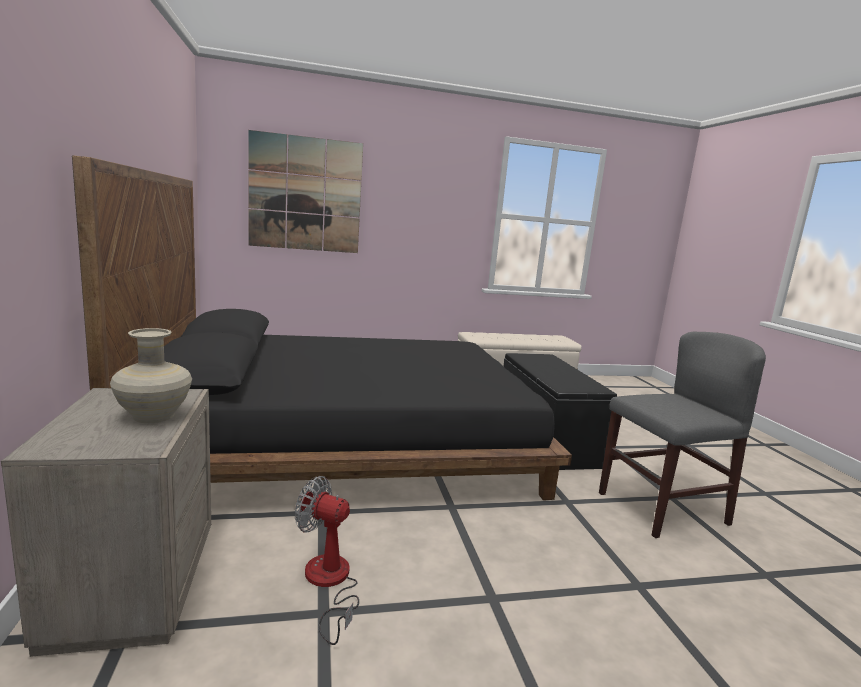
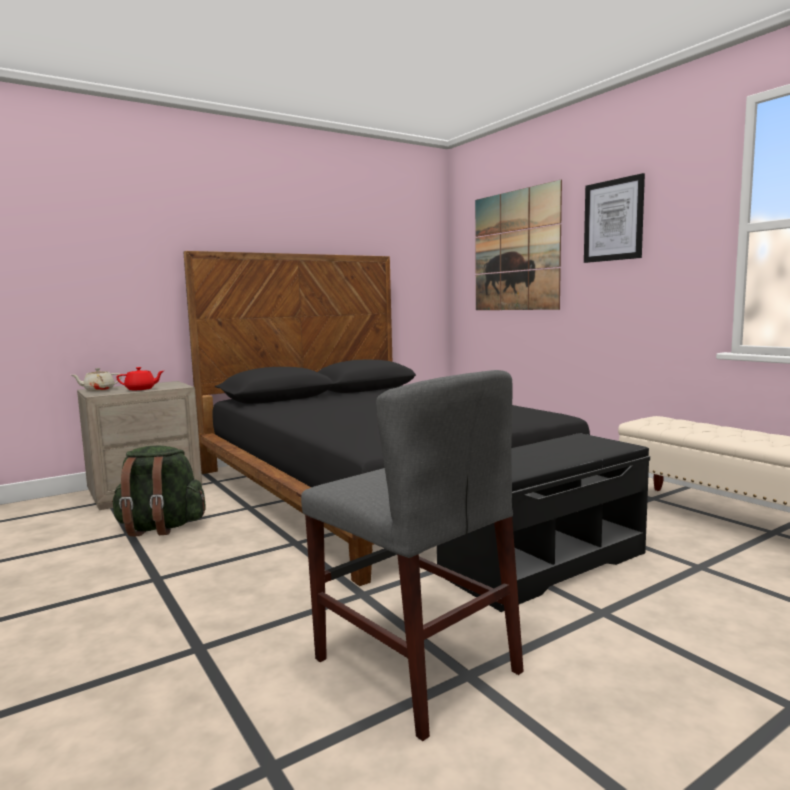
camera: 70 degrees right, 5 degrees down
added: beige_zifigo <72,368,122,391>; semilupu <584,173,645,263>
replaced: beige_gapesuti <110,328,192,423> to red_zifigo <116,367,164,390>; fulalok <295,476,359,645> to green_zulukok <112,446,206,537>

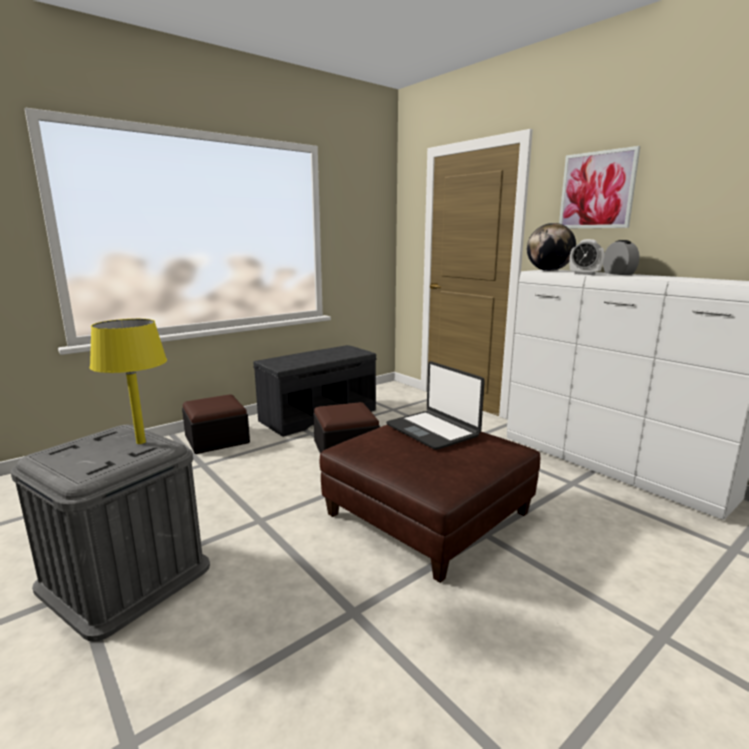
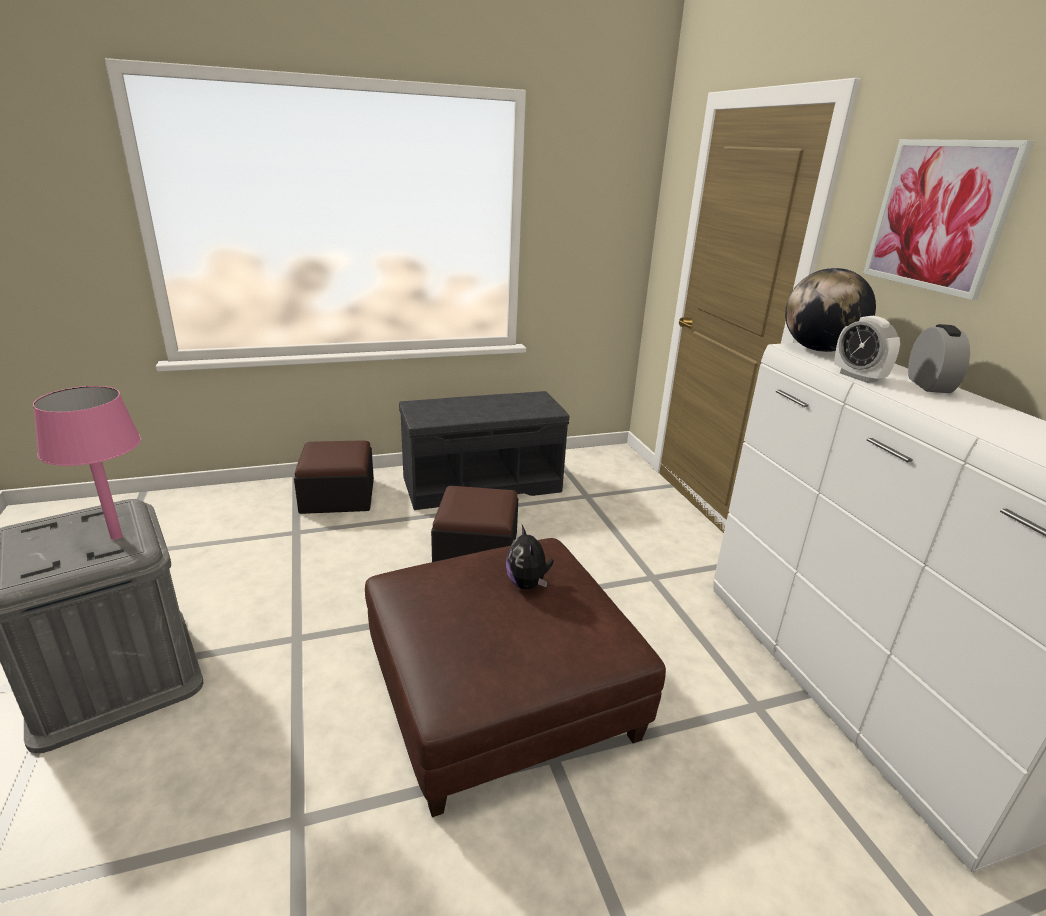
camera: 20 degrees right, 10 degrees up
replaced: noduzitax <386,361,485,450> to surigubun <506,525,554,589>
recoloured: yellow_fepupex <90,319,167,444> to pink_fepupex <33,386,141,540>

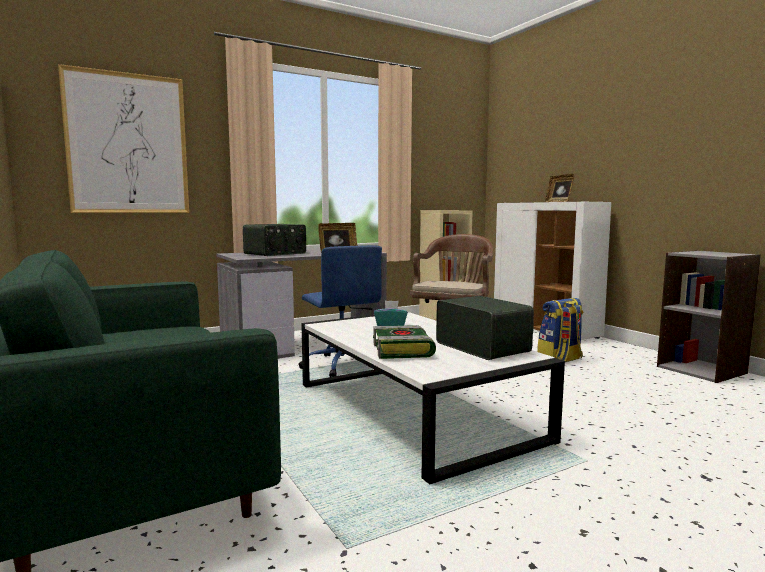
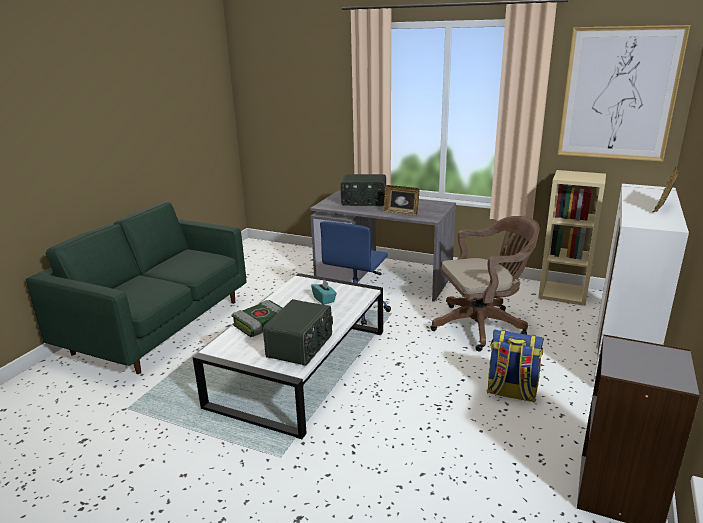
camera: 55 degrees right, 15 degrees up
moved: semilupu <58,64,189,213> to <558,25,690,162>

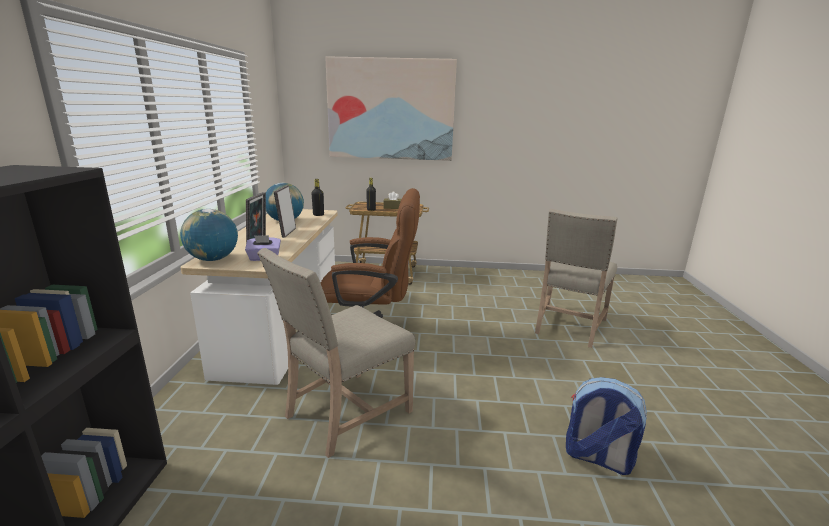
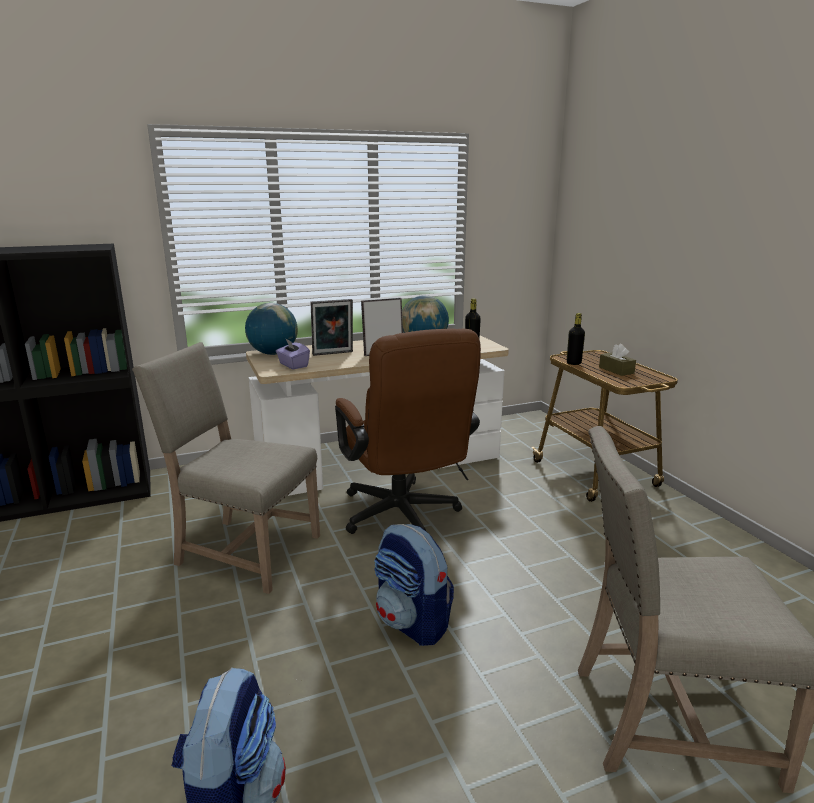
camera: 65 degrees right, 0 degrees up
removed: semilupu <325,56,457,161>
added: zulukok <374,524,454,646>

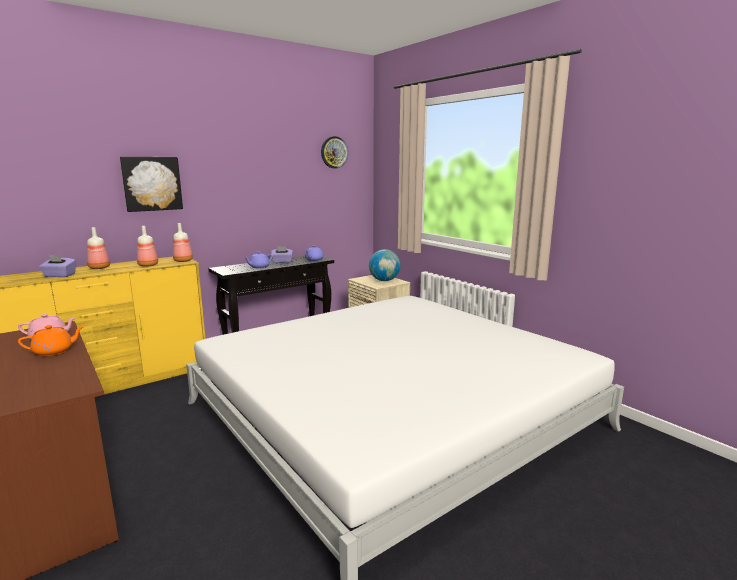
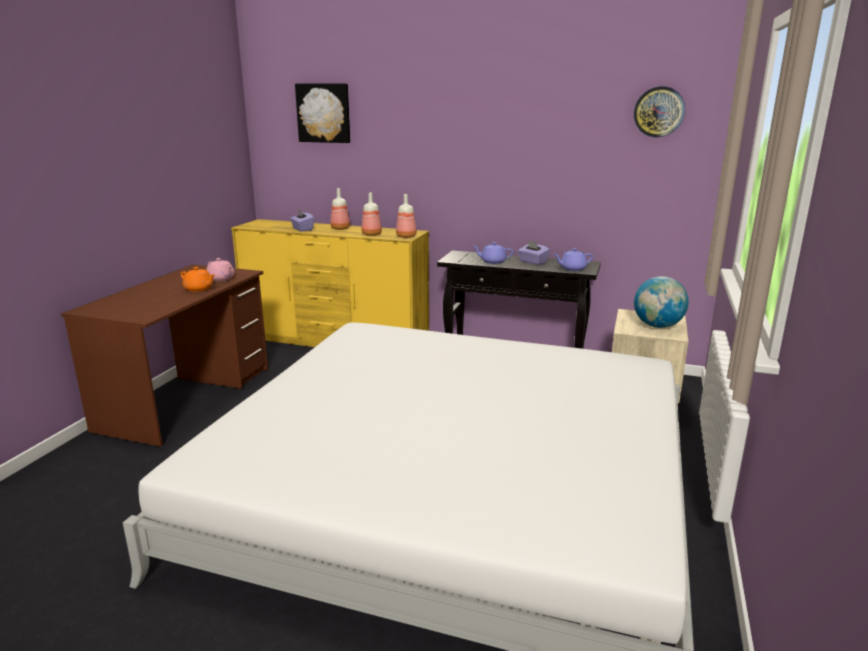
camera: 55 degrees right, 5 degrees up
moved: semilupu <120,157,183,212> to <295,83,350,143>

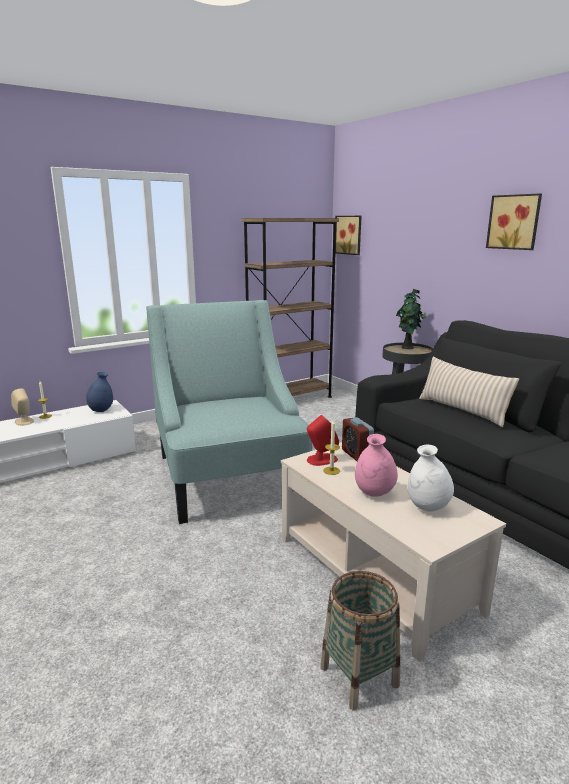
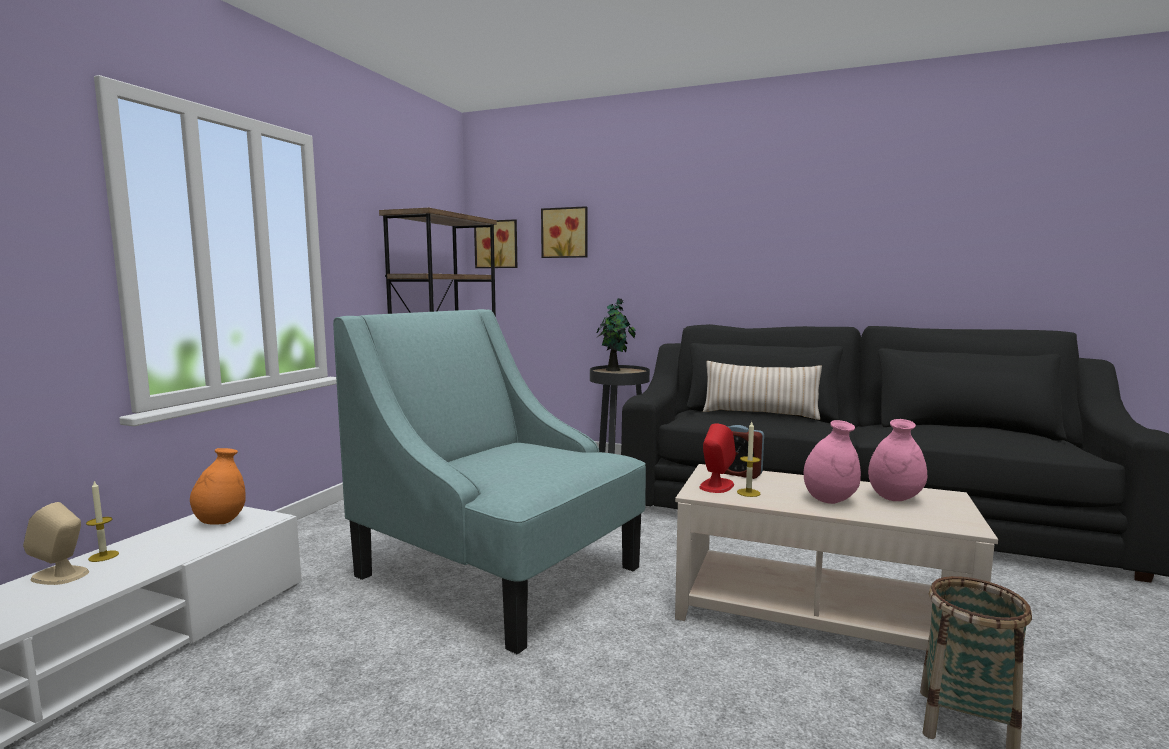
camera: 35 degrees left, 10 degrees down
moved: semilupu <486,193,542,250> to <541,206,587,258>
recoloured: blue_gapesuti <86,372,113,412> to orange_gapesuti <190,448,246,525>; white_gapesuti <408,445,454,512> to pink_gapesuti <868,419,927,501>

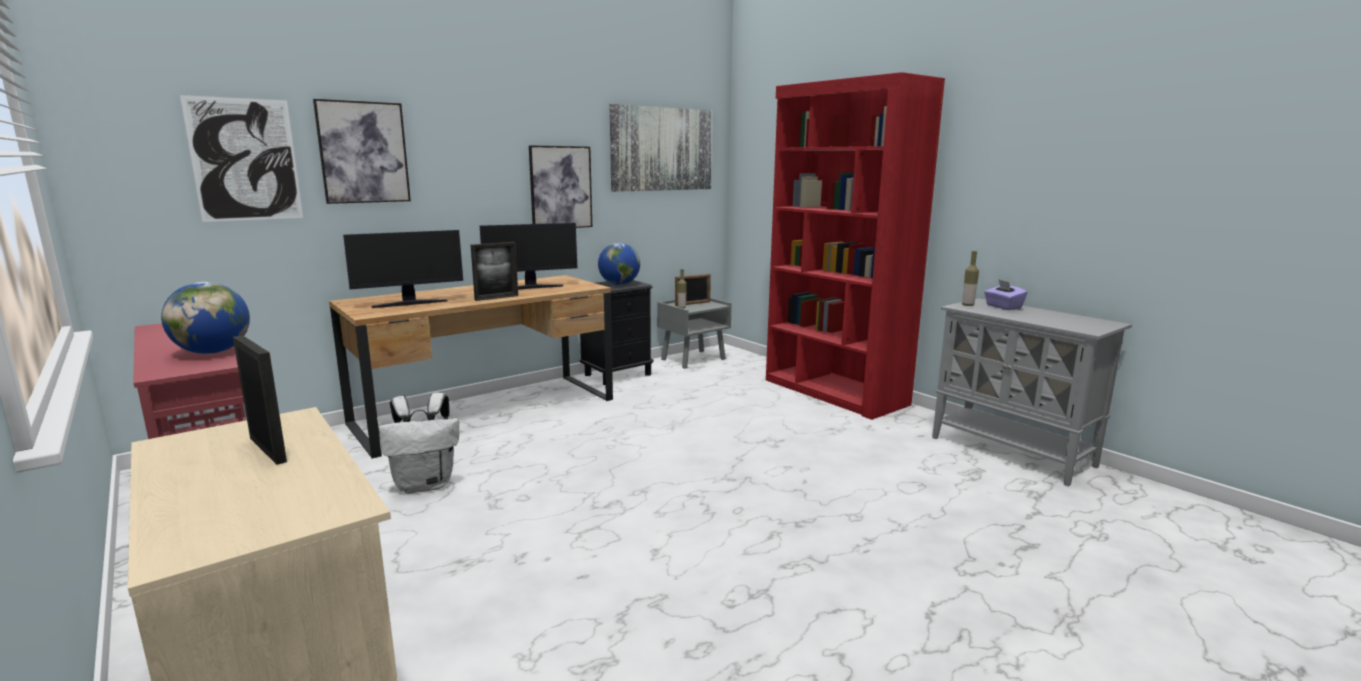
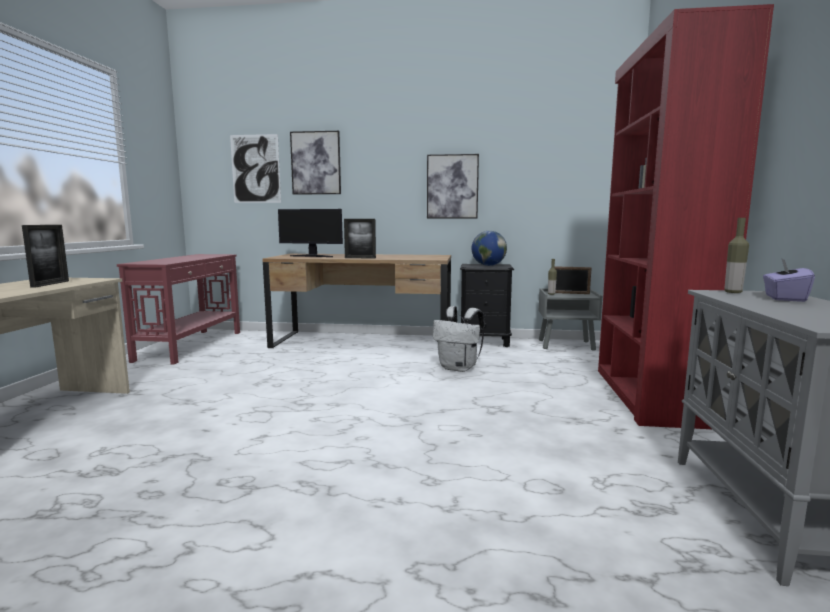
camera: 45 degrees right, 5 degrees down
removed: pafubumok <161,282,250,354>; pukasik <480,223,577,289>; semilupu <610,104,713,192>
moved: white_zulukok <379,393,459,494> to <433,306,484,372>

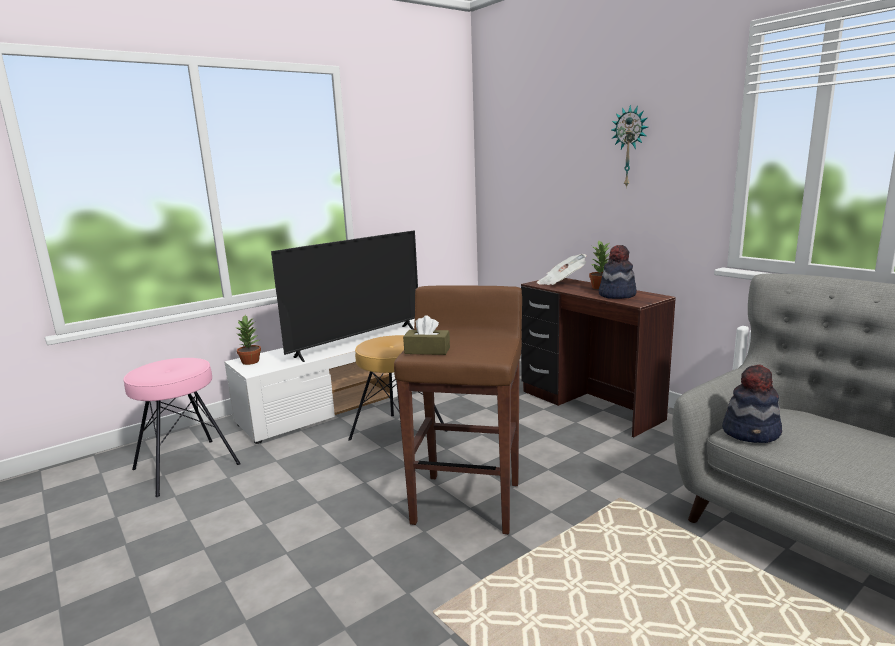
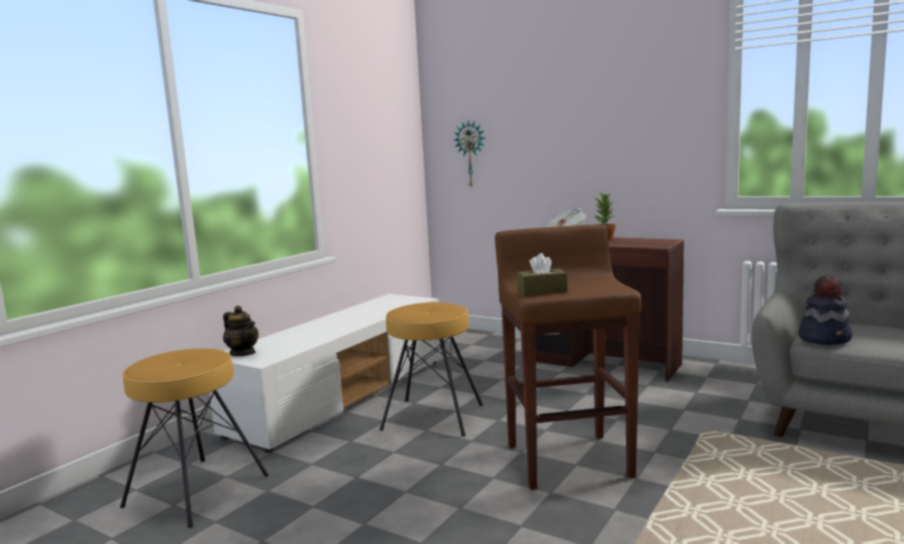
camera: 20 degrees left, 5 degrees down
removed: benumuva <271,231,418,362>; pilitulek <599,245,637,299>
moved: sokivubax <612,105,648,188> to <454,119,485,188>
replaced: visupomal <234,315,261,365> to zifigo <223,306,259,356>
recoloured: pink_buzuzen <123,358,241,497> to brown_buzuzen <120,348,269,528>

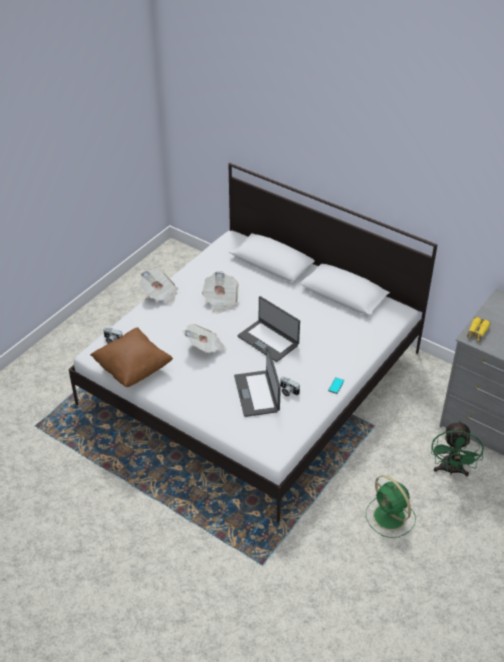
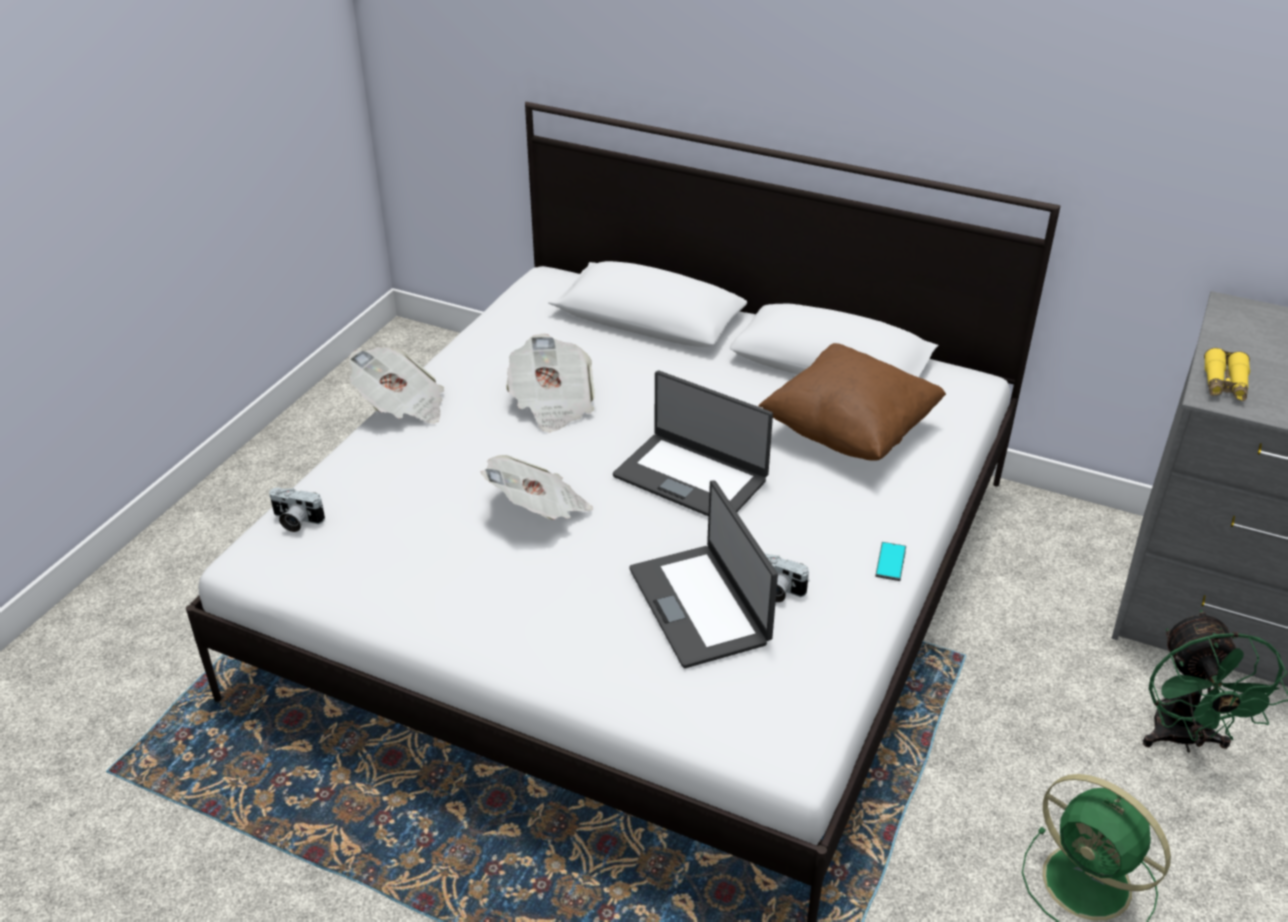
camera: 10 degrees left, 5 degrees down
moved: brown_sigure <90,327,173,387> to <758,343,946,461>

